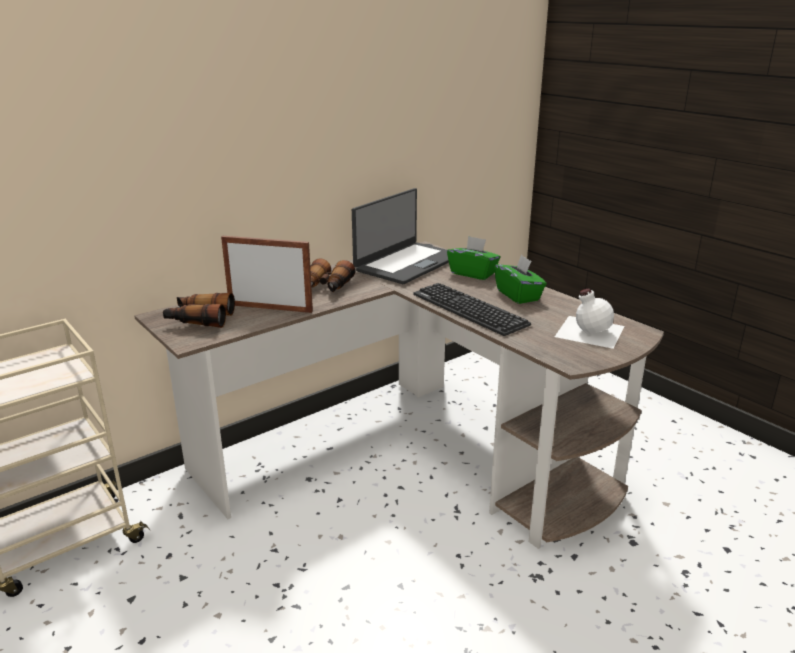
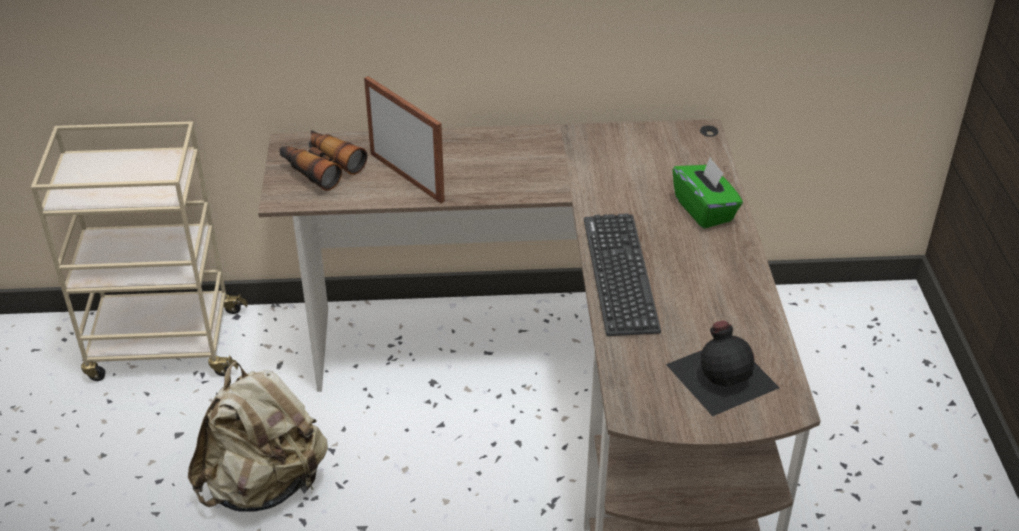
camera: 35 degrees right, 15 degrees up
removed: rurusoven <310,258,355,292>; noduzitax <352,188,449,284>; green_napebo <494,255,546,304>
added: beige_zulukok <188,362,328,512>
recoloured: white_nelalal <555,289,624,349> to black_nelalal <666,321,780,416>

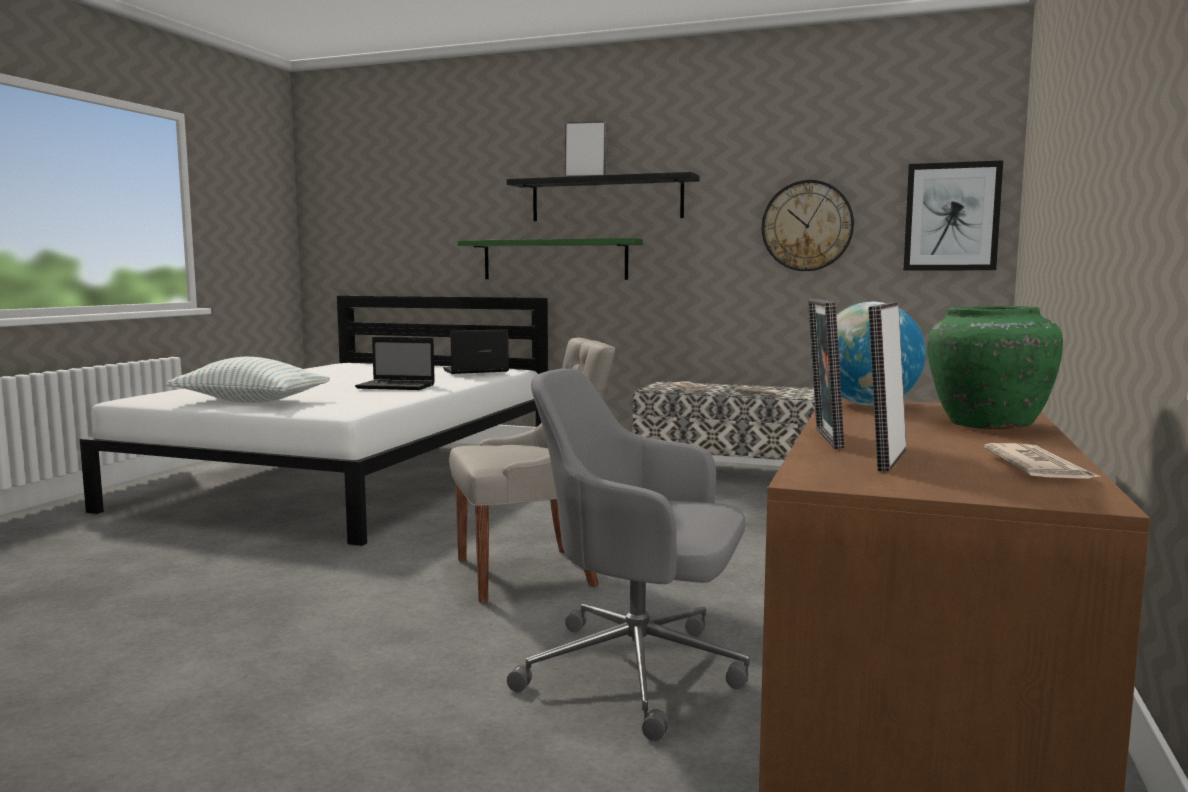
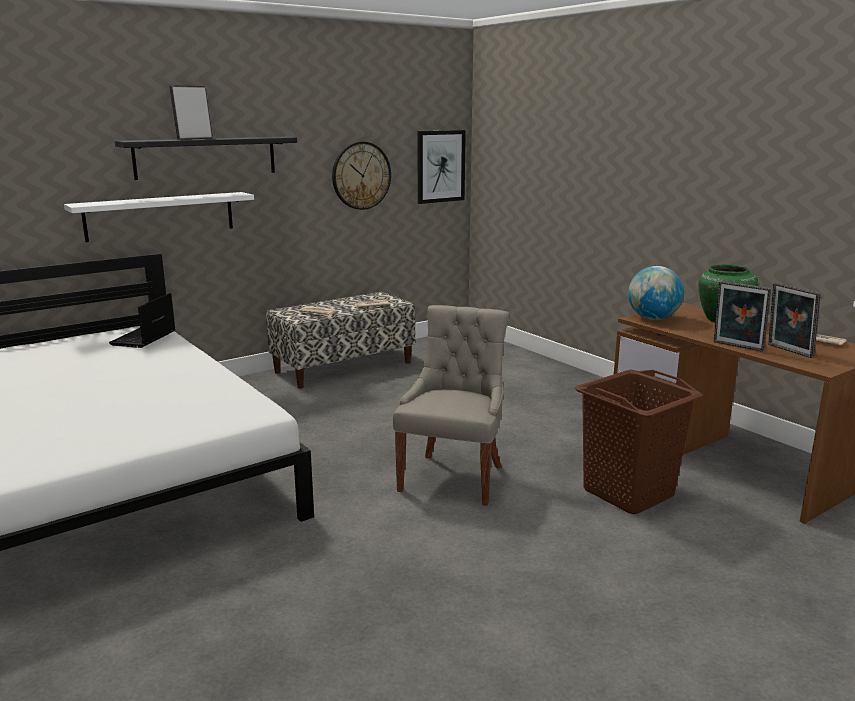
camera: 55 degrees left, 10 degrees up
removed: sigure <166,357,330,403>; noduzitax <355,337,435,390>
replaced: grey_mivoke <507,369,750,741> to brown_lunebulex <575,369,703,514>
recoloured: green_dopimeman <458,238,643,280> to white_dopimeman <64,192,254,242>

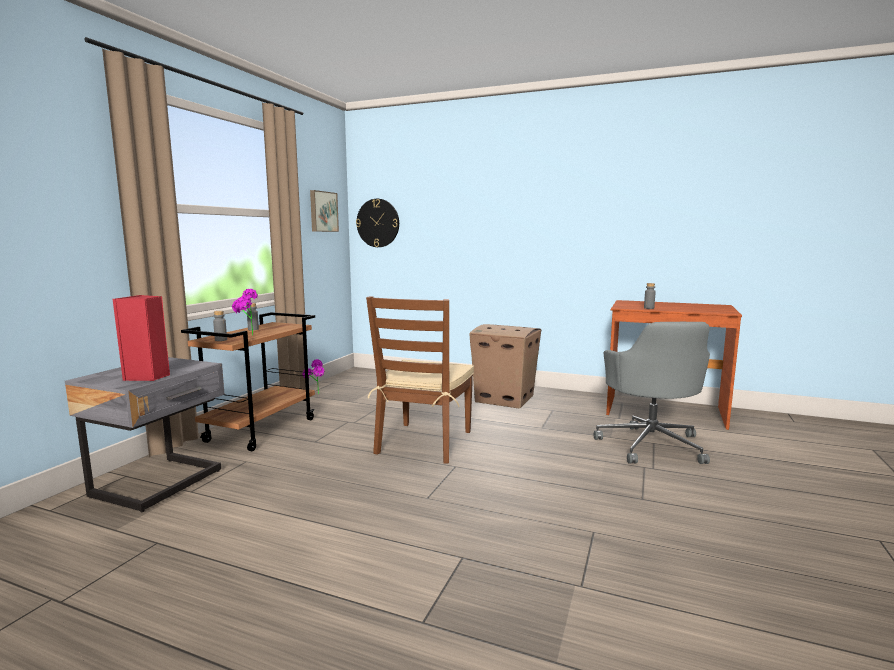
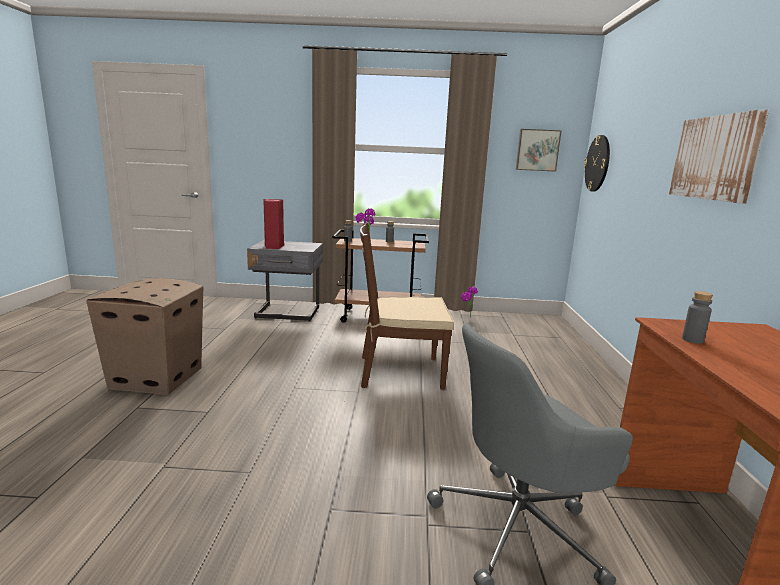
camera: 70 degrees right, 5 degrees up
added: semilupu <669,109,769,204>
moved: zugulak <469,324,541,408> to <86,278,203,395>

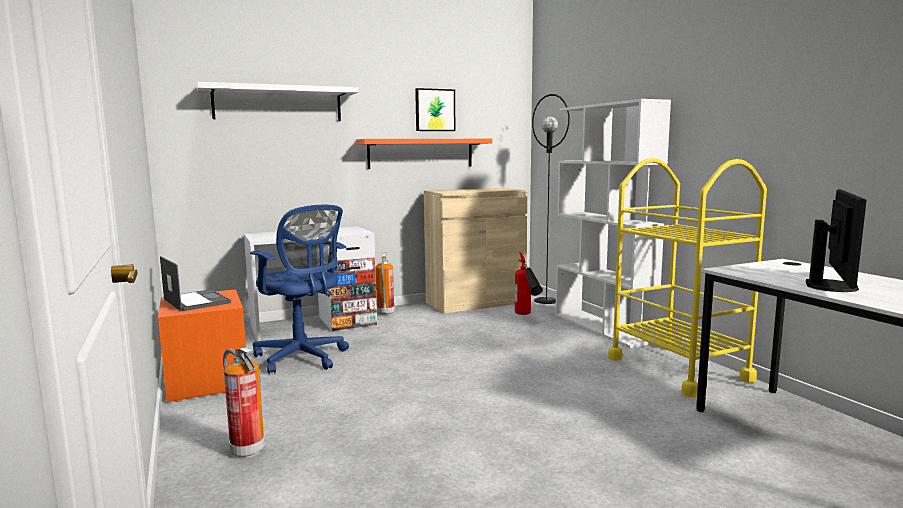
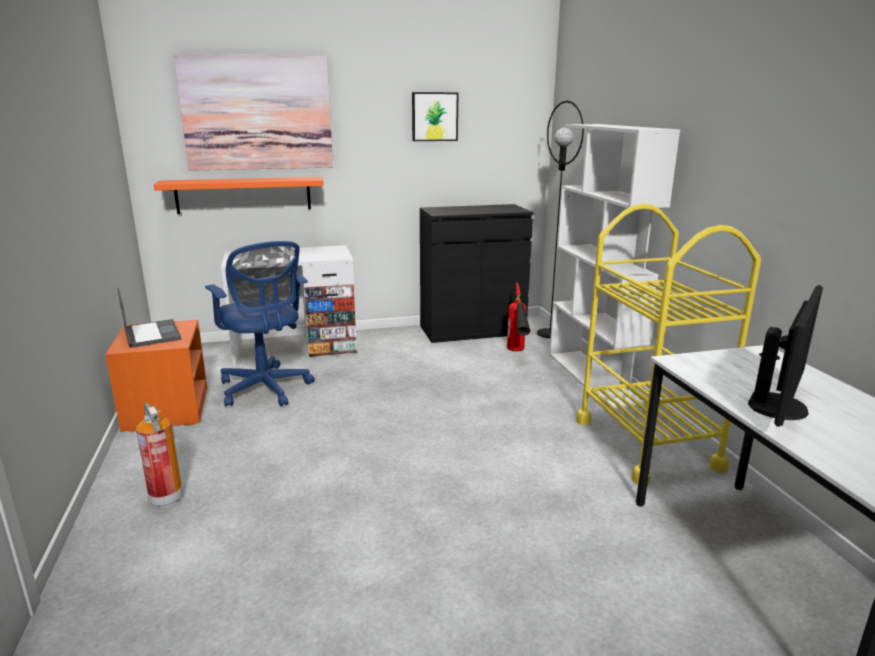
camera: 10 degrees right, 10 degrees up
removed: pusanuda <375,252,395,315>
moved: orange_dopimeman <356,139,492,169> to <154,177,324,214>
replaced: white_dopimeman <196,82,358,121> to semilupu <173,53,333,171>
recoloured: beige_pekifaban <424,187,527,314> to black_pekifaban <420,204,533,343>

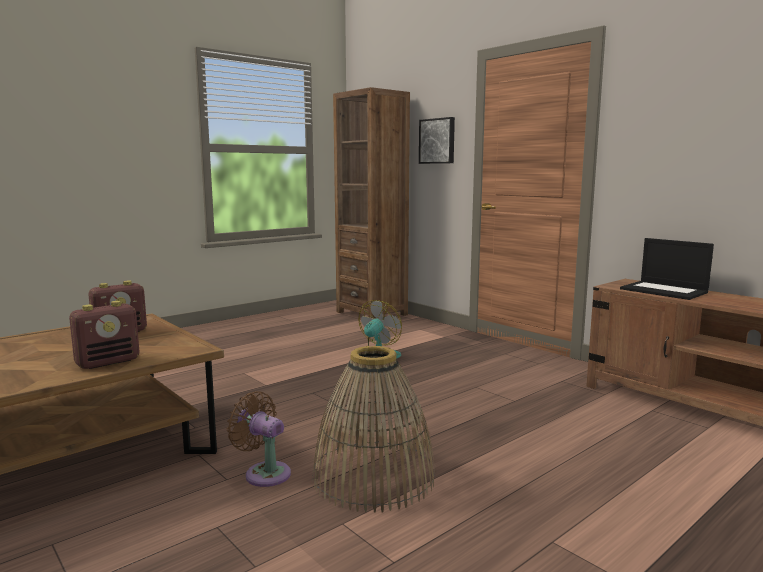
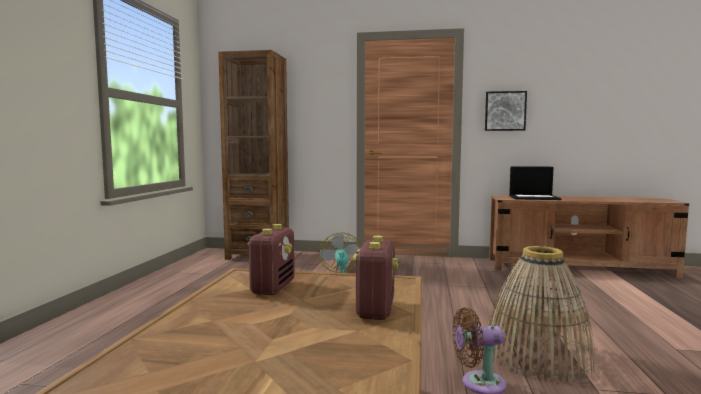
camera: 40 degrees left, 5 degrees down
moved: semilupu <419,117,455,164> to <485,91,527,131>

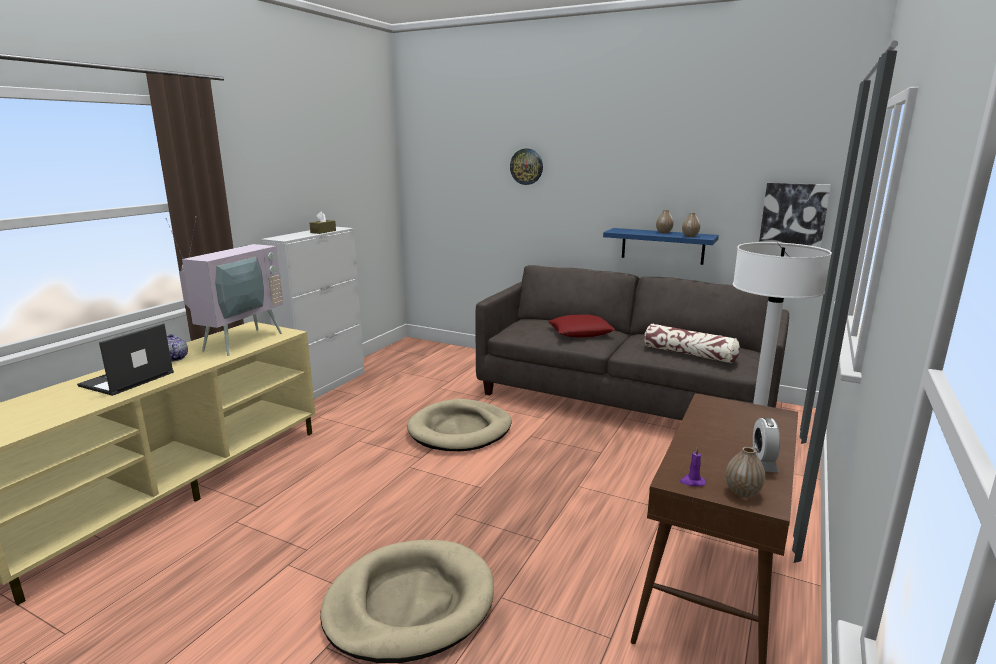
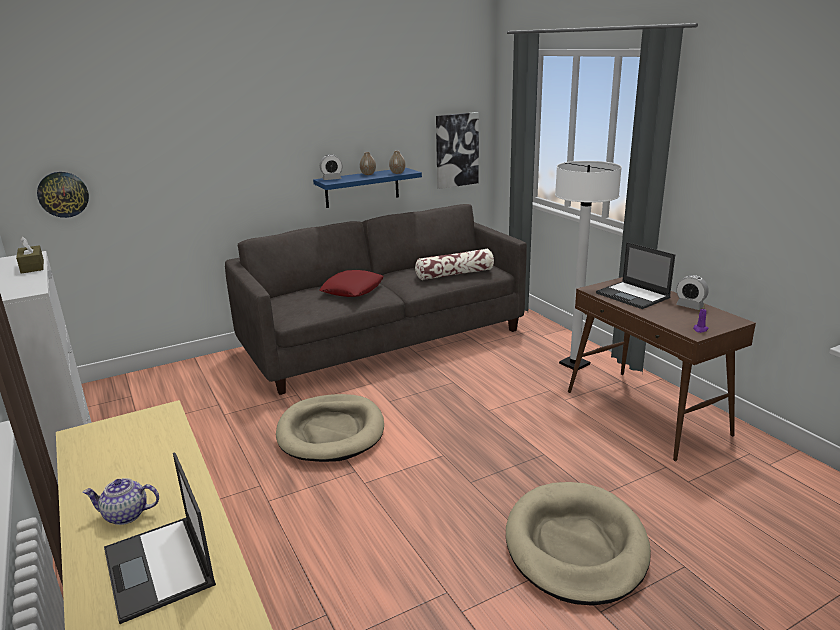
camera: 55 degrees left, 5 degrees up
removed: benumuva <166,216,283,356>; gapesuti <726,447,765,498>
added: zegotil <320,154,342,180>; noduzitax <596,242,675,309>
moved: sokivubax <510,149,543,185> to <37,172,89,218>

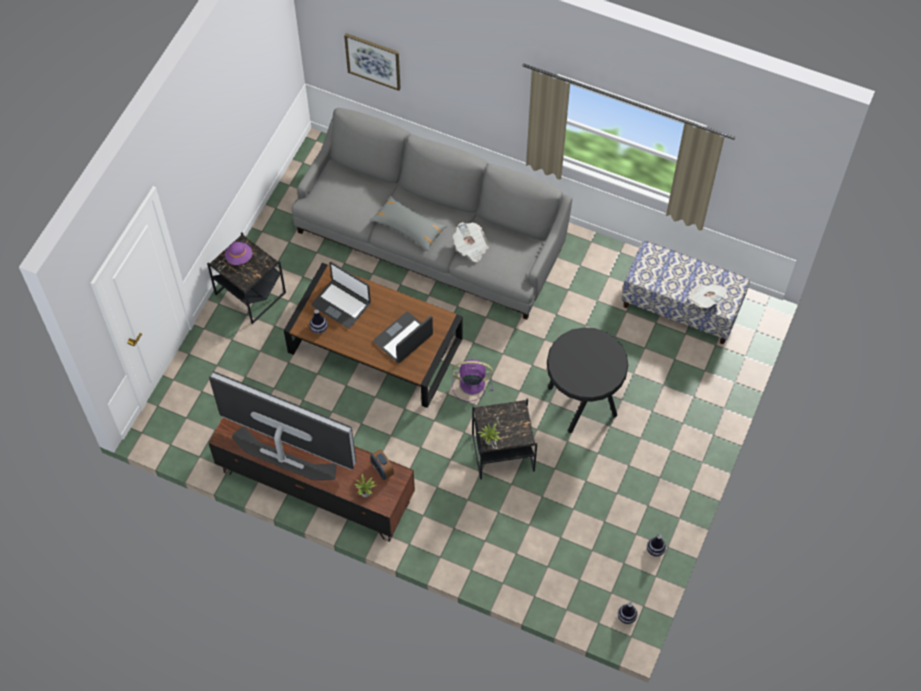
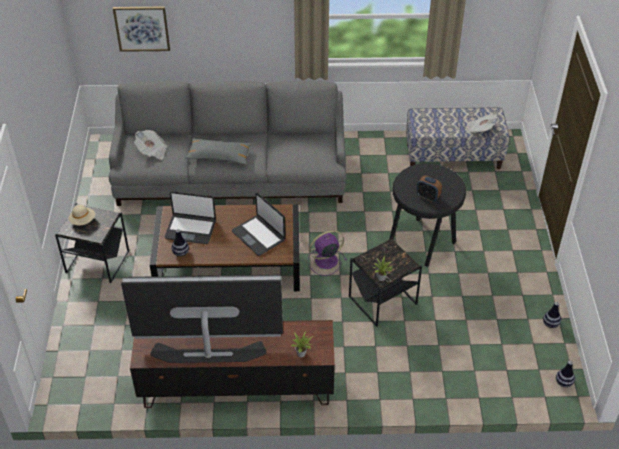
camera: 25 degrees left, 15 degrees down
moved: zegotil <370,449,394,480> to <416,176,442,202>; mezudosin <453,222,489,263> to <134,130,167,160>
recoloured: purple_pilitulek <225,242,252,265> to beige_pilitulek <69,205,95,226>
turned: noduzitax <373,311,433,363> = <232,193,286,256> 60 degrees counterclockwise

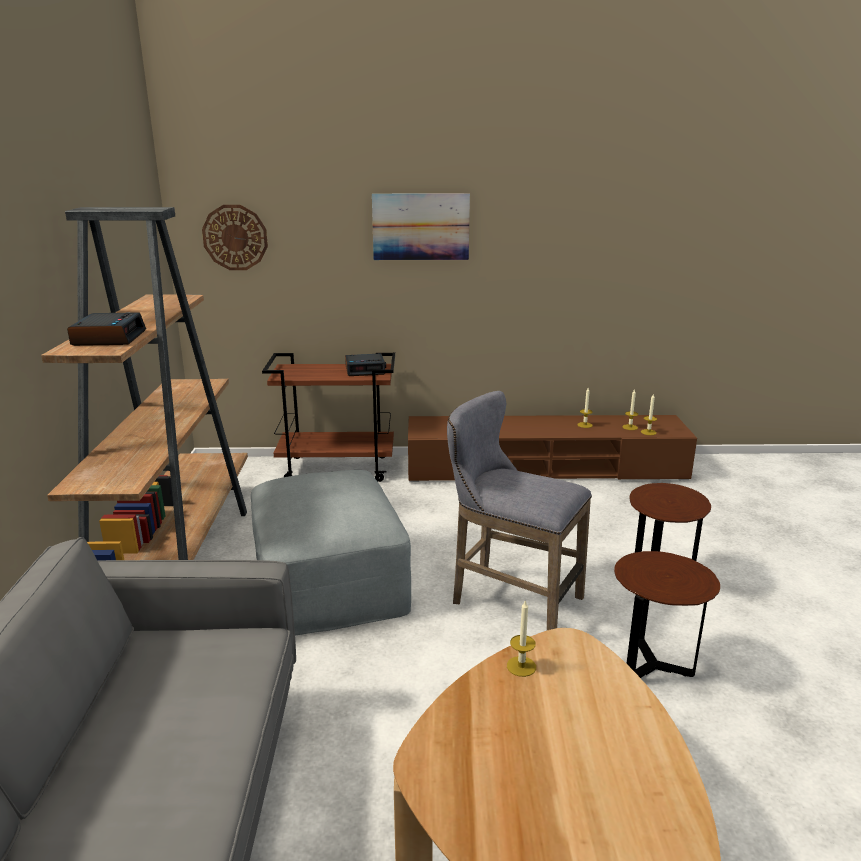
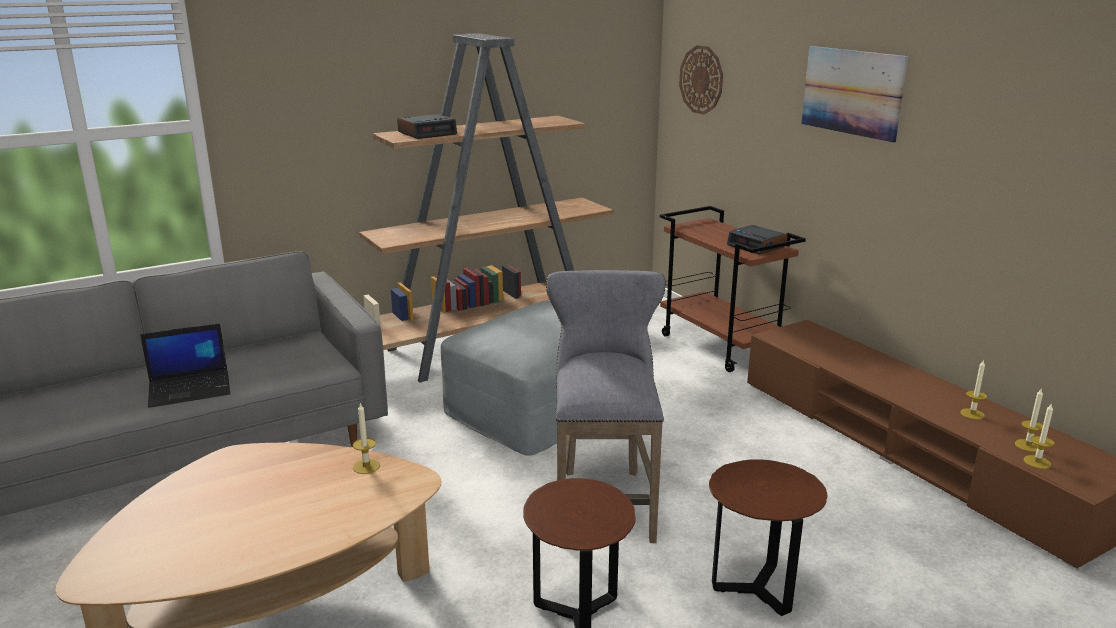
camera: 60 degrees right, 0 degrees up
added: noduzitax <140,323,230,408>

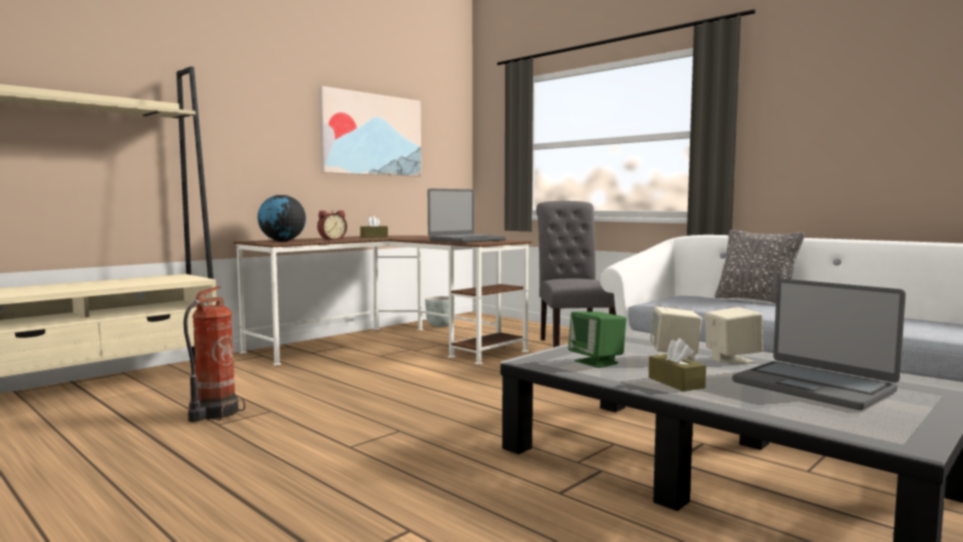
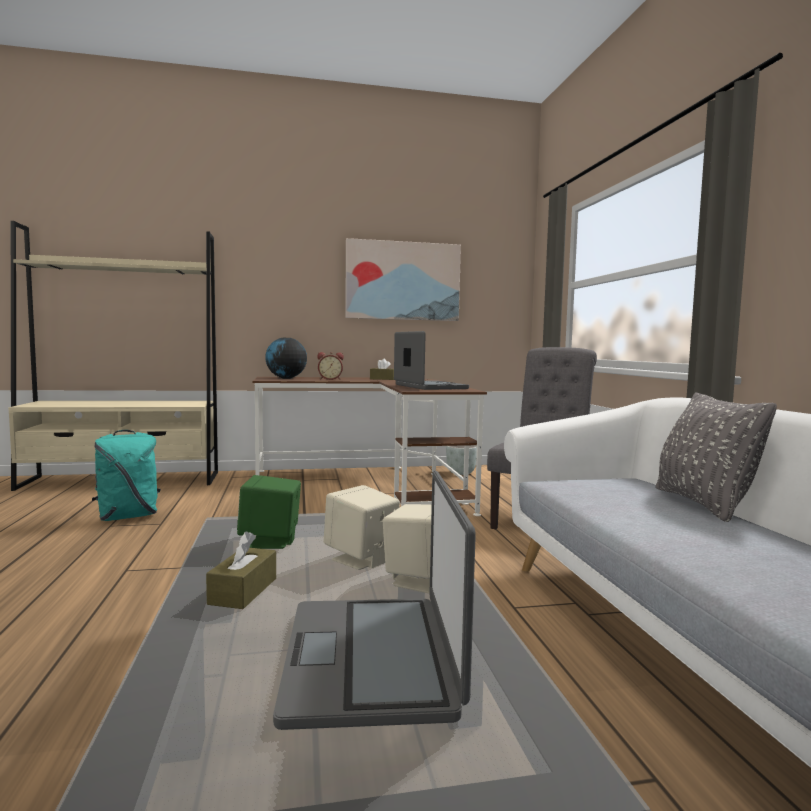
camera: 35 degrees right, 0 degrees up
replaced: pusanuda <184,286,245,422> to turquoise_zulukok <92,430,161,521>
turned: noduzitax <428,189,506,243> = <394,331,469,390> 105 degrees counterclockwise

